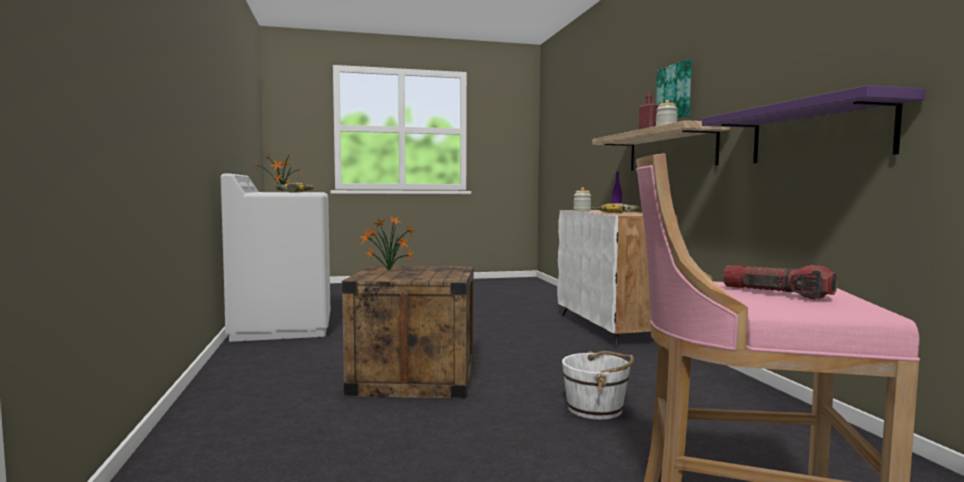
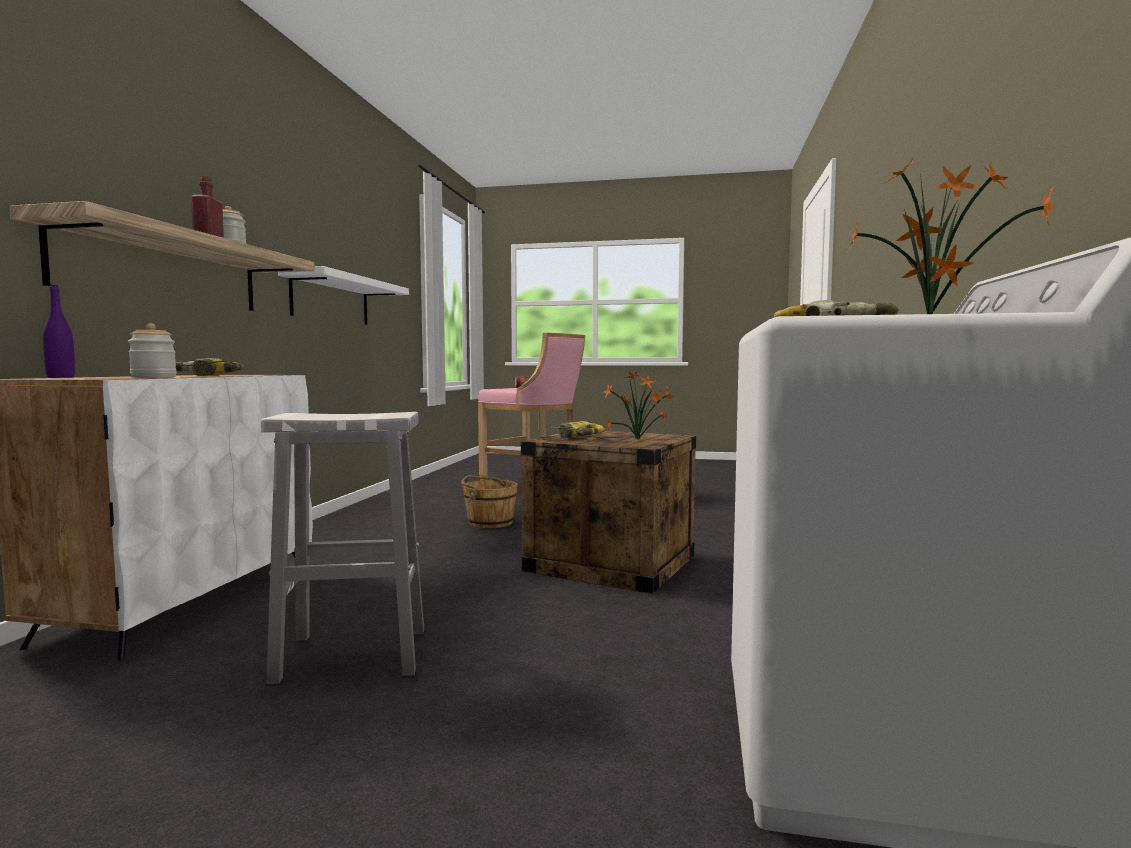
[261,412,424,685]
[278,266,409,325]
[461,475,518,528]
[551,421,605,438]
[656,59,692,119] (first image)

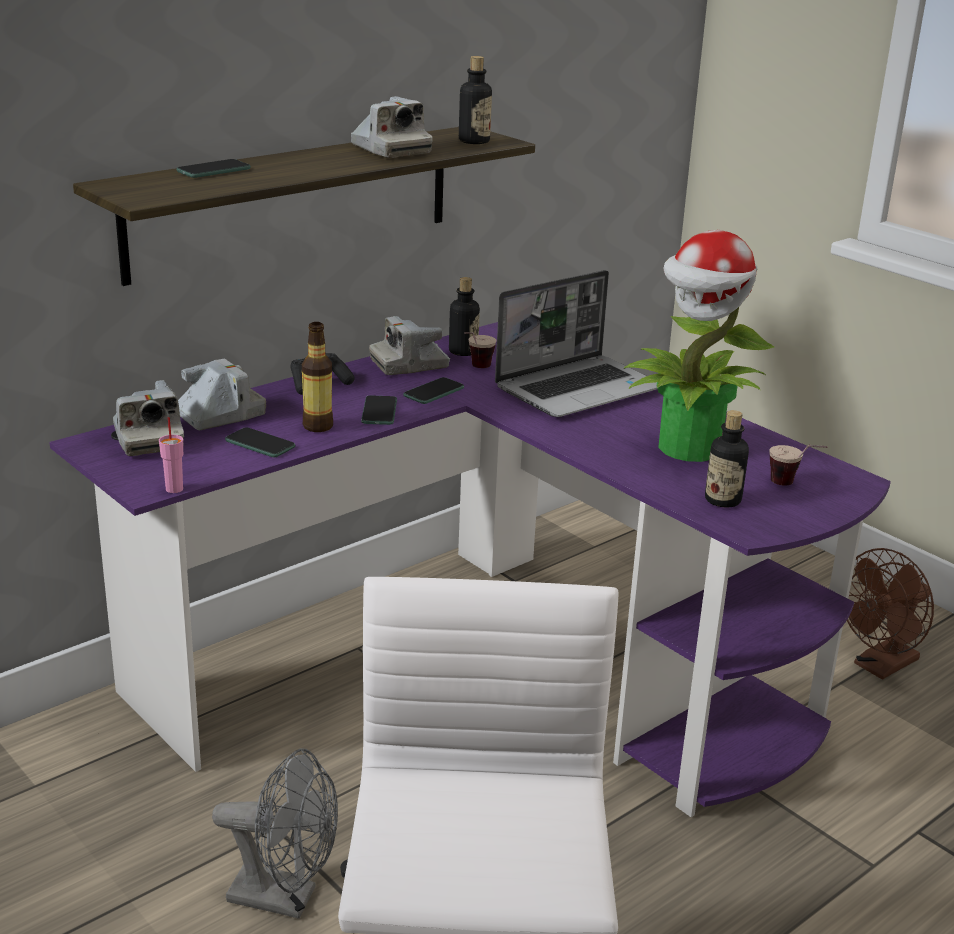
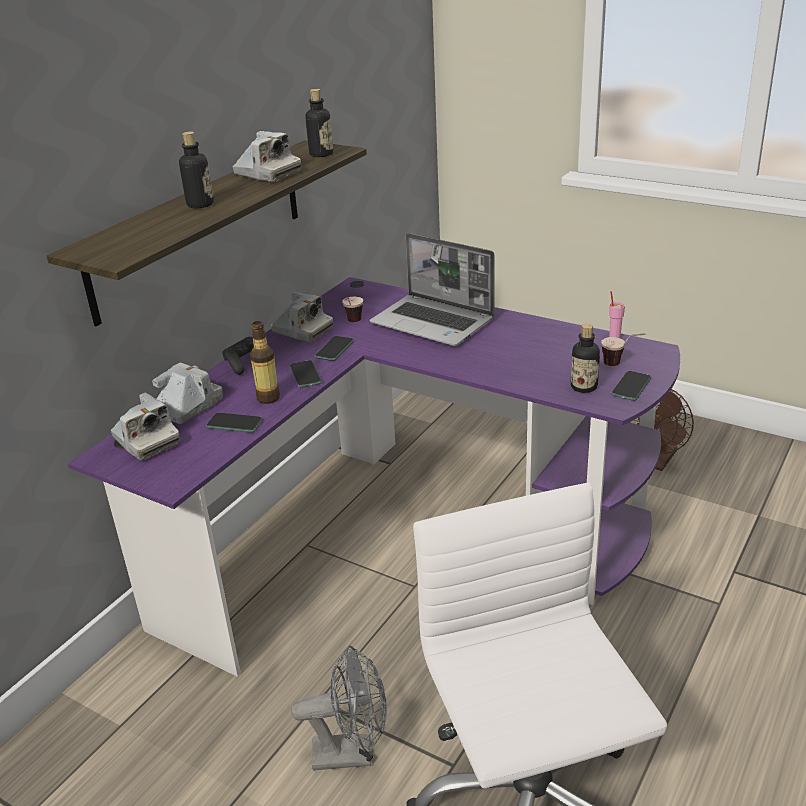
[179,131,214,208]
[271,292,333,342]
[369,233,494,346]
[609,291,625,338]
[611,371,651,401]
[624,230,774,462] (first image)

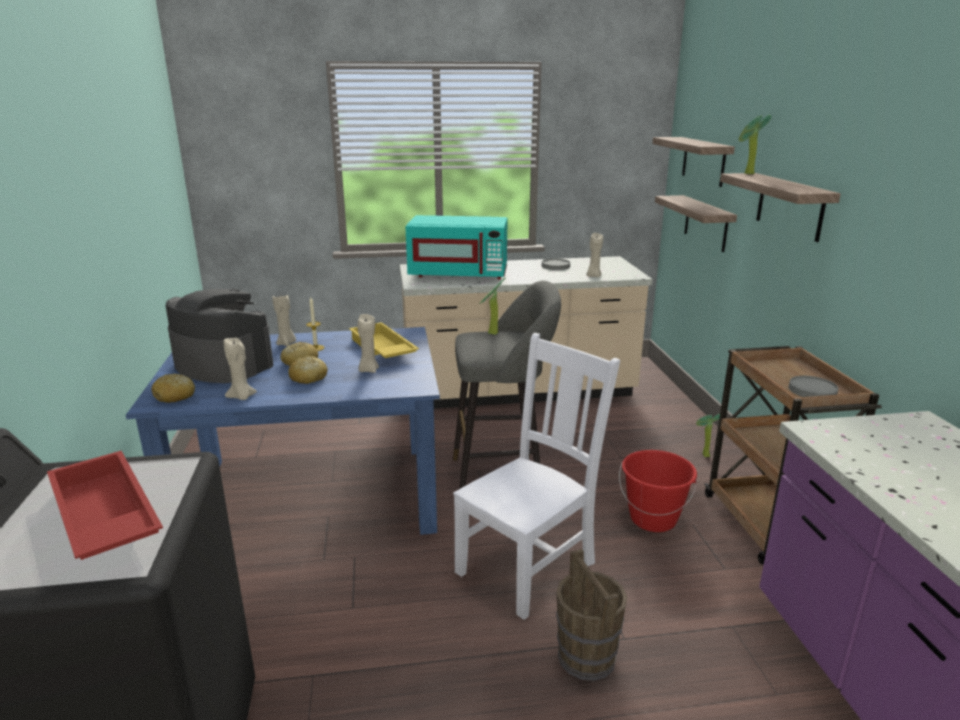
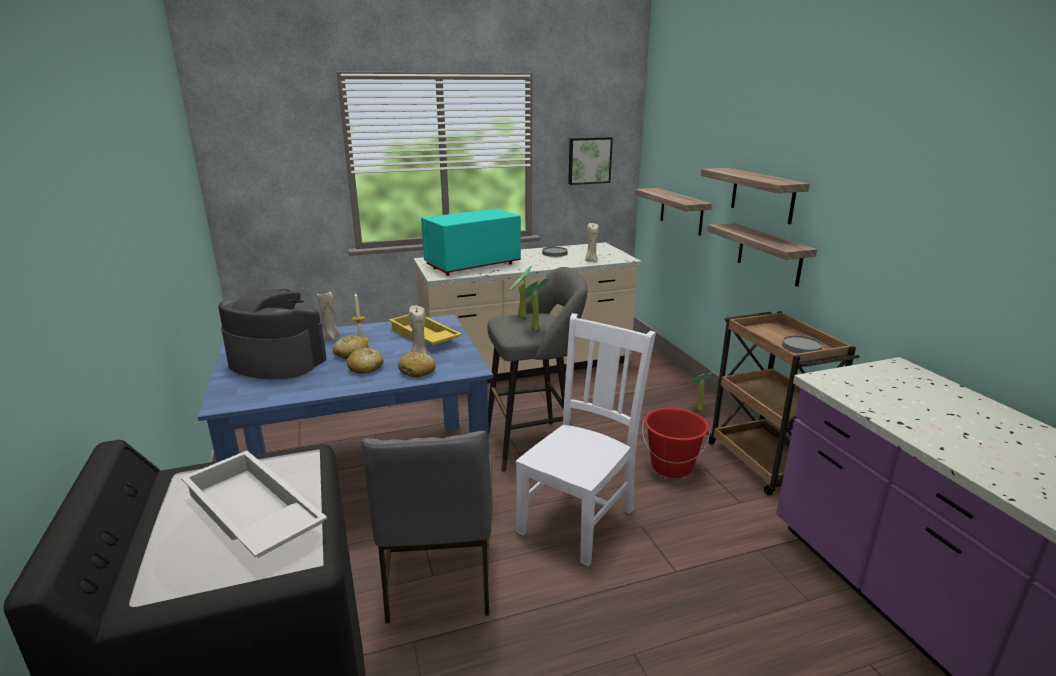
[181,451,327,558]
[361,431,493,623]
[398,352,435,377]
[421,209,521,276]
[521,278,549,330]
[568,137,613,185]
[707,223,817,287]
[223,338,257,400] (first image)
[556,549,627,681] (first image)

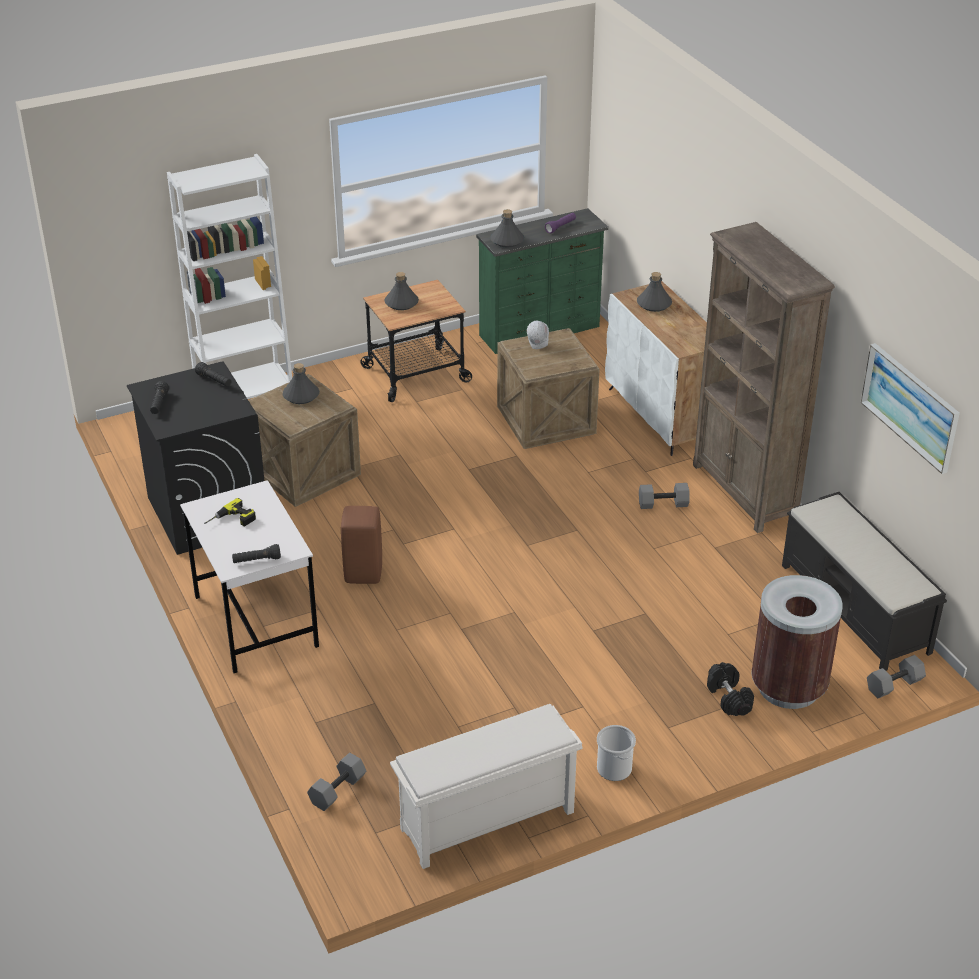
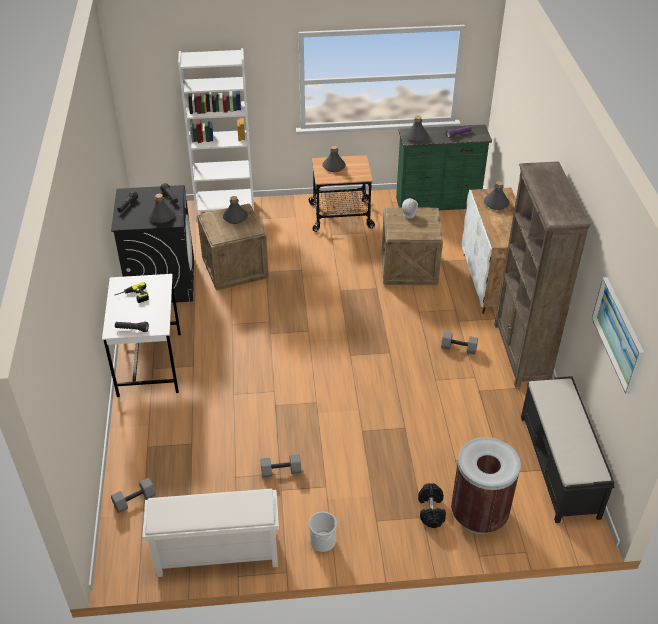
[148,194,175,223]
[260,454,301,478]
[341,506,382,584] (first image)

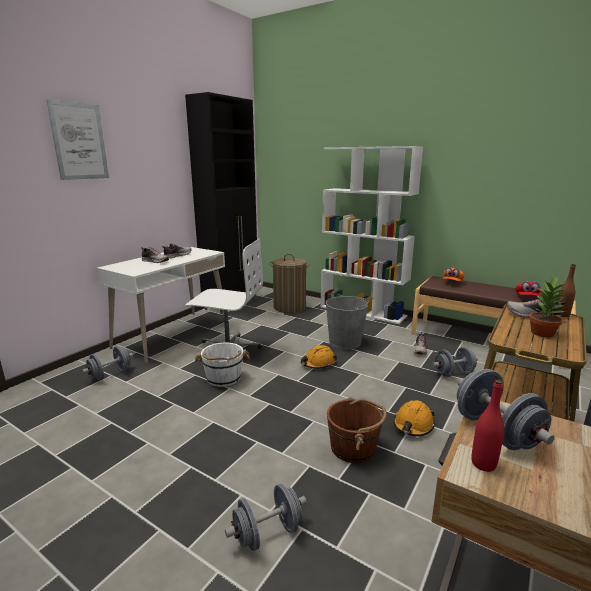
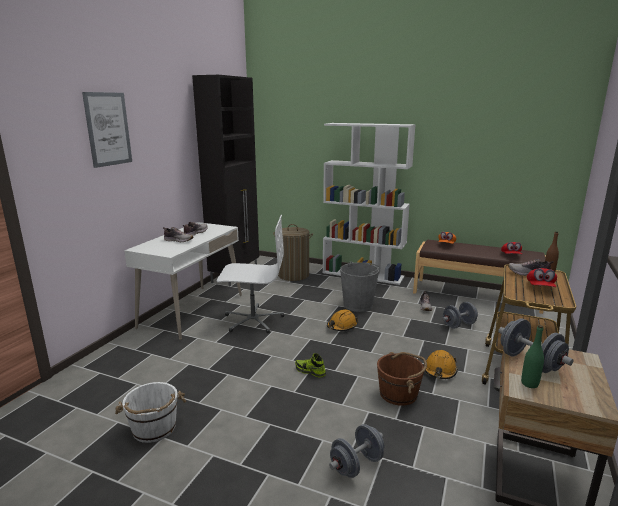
[115,382,186,443]
[295,353,326,378]
[521,325,544,388]
[527,268,557,287]
[82,346,133,381] (first image)

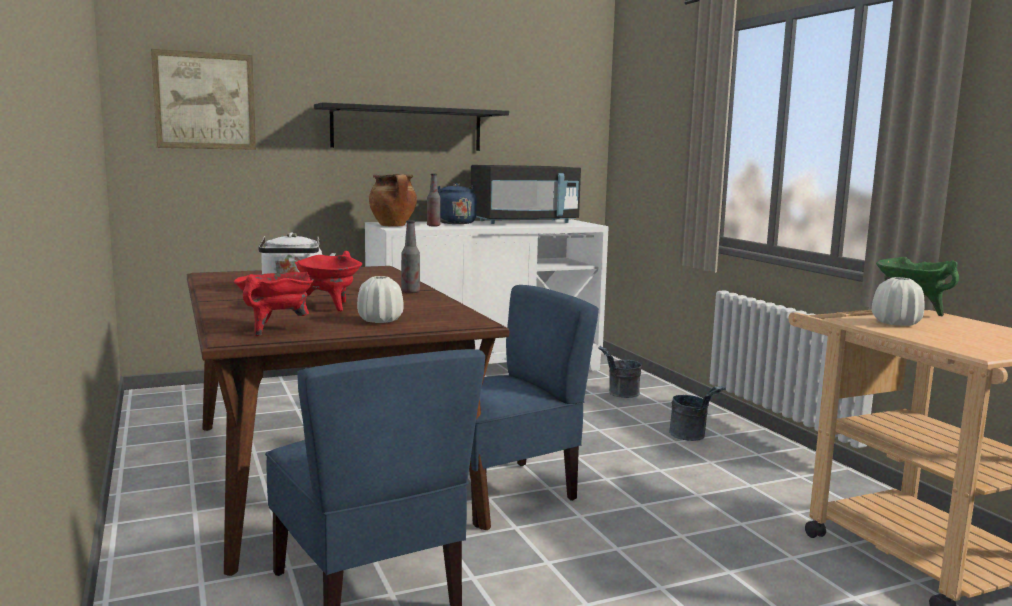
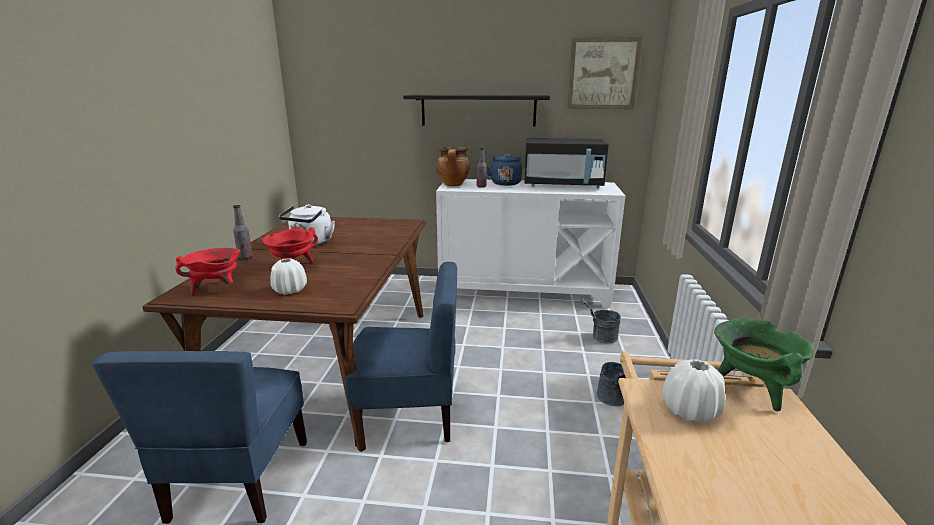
[233,205,253,259]
[567,37,642,109]

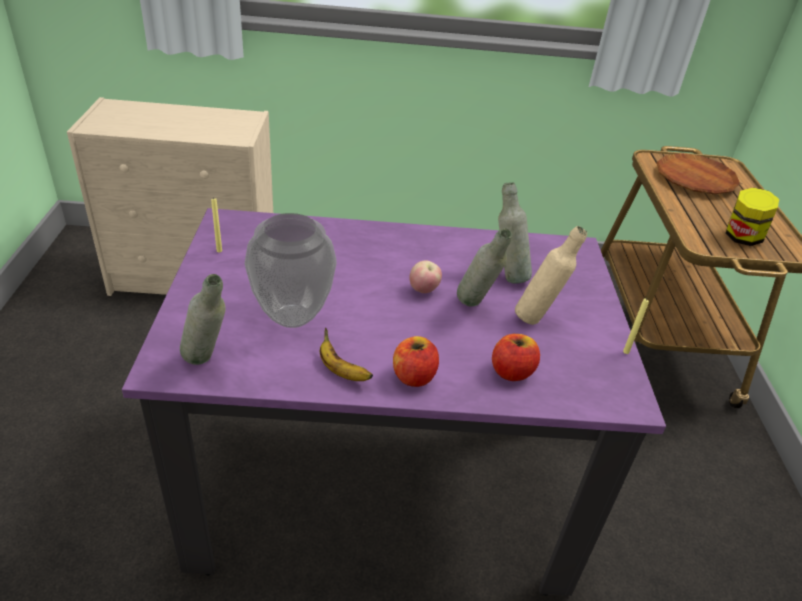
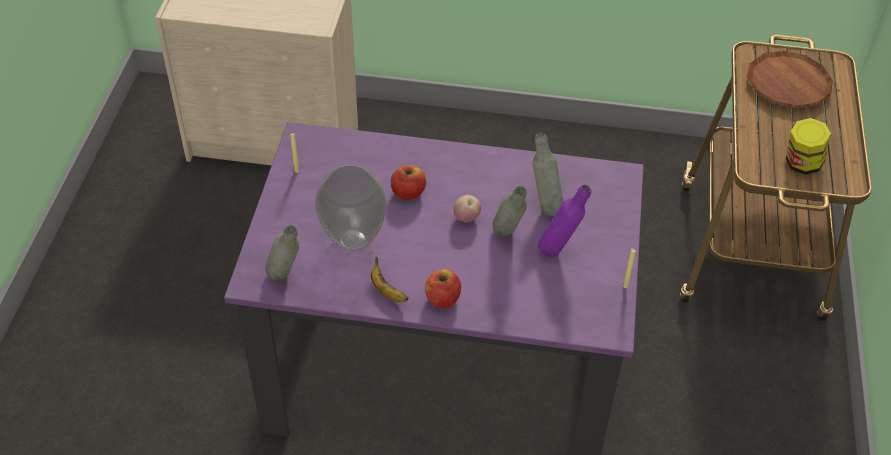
[391,165,426,200]
[538,185,591,257]

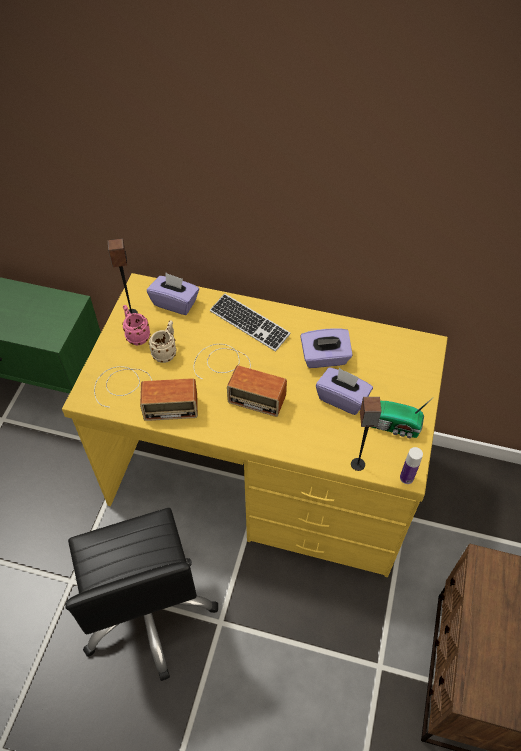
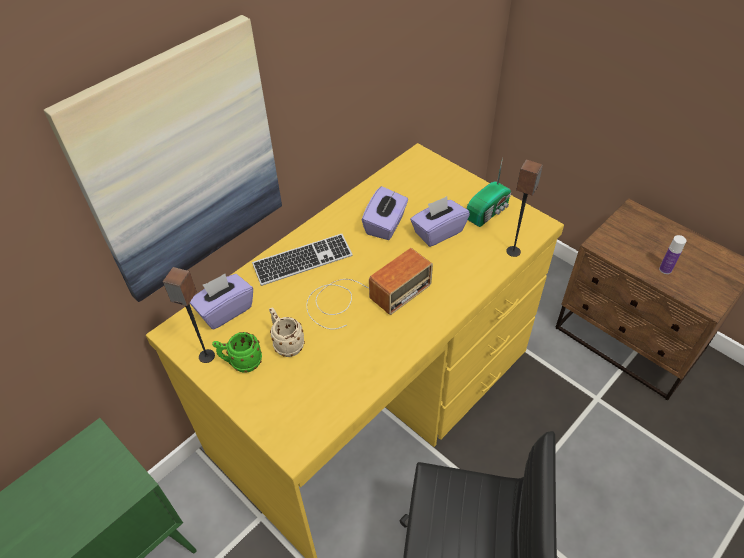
[44,15,282,302]
[212,332,262,373]
[659,235,686,274]
[94,366,198,421] (first image)

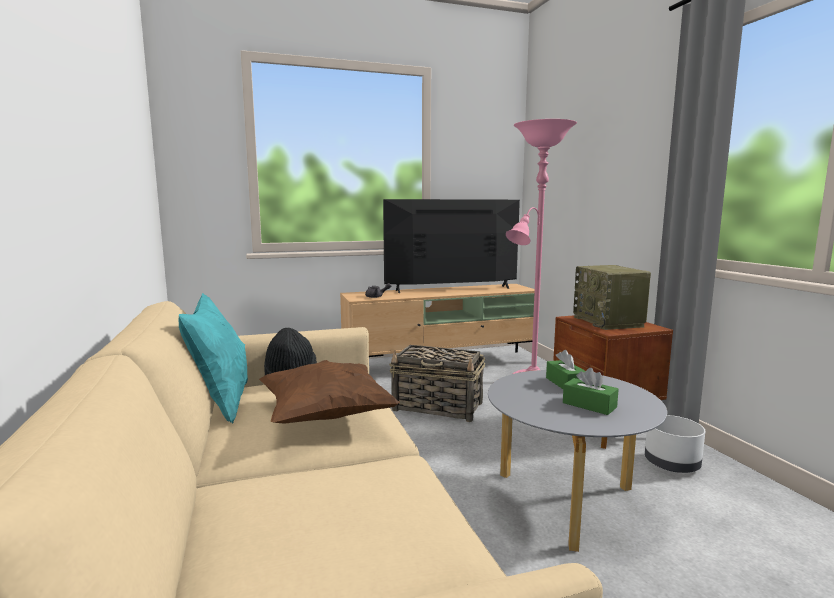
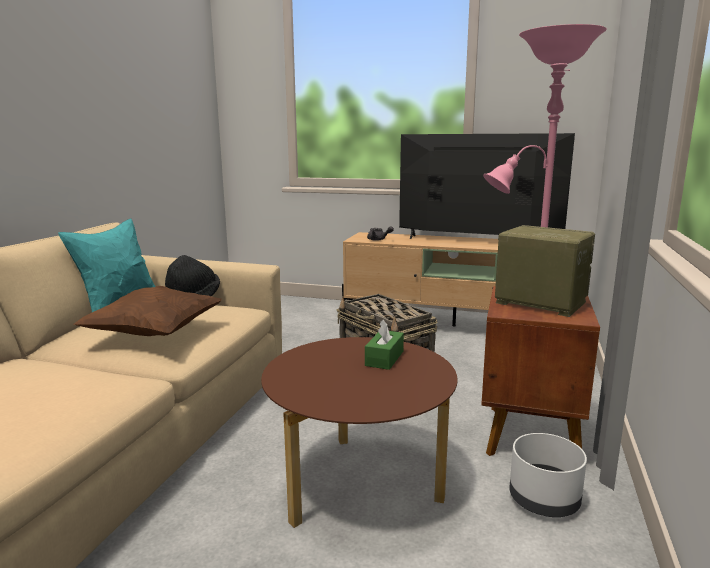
[261,337,457,528]
[495,225,595,317]
[563,368,619,415] (first image)

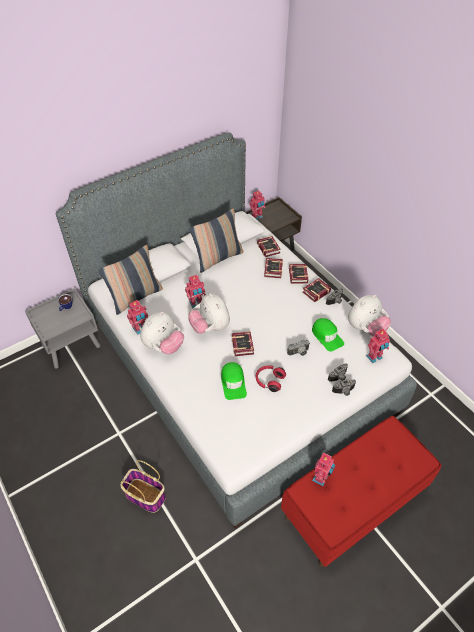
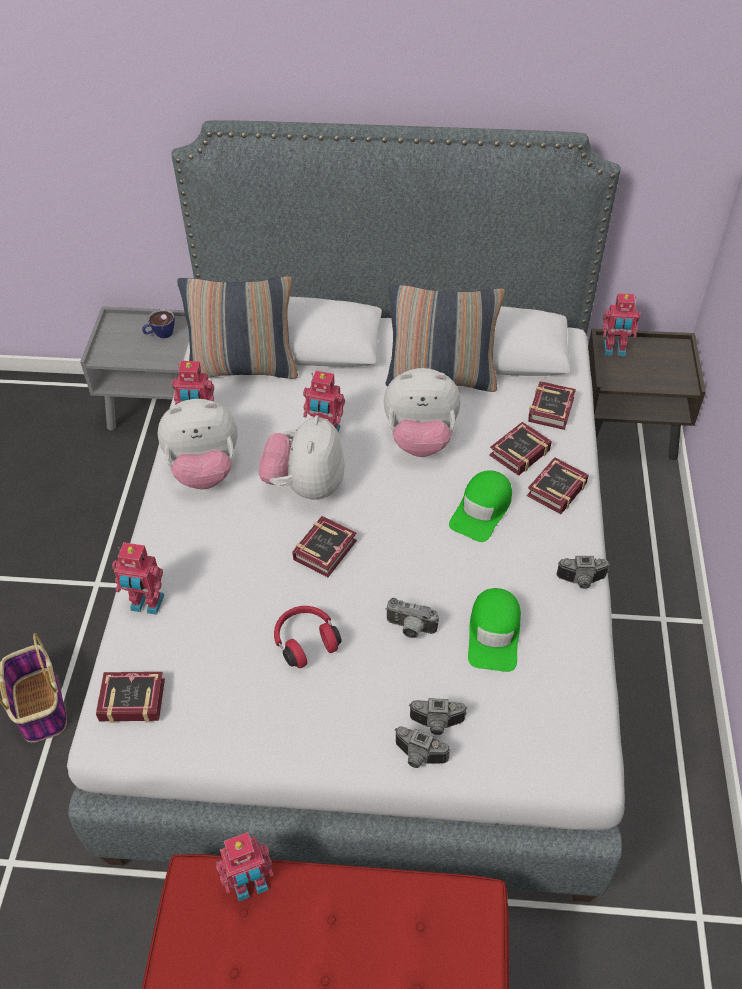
[96,672,165,723]
[112,542,165,615]
[383,368,461,457]
[449,471,512,542]

